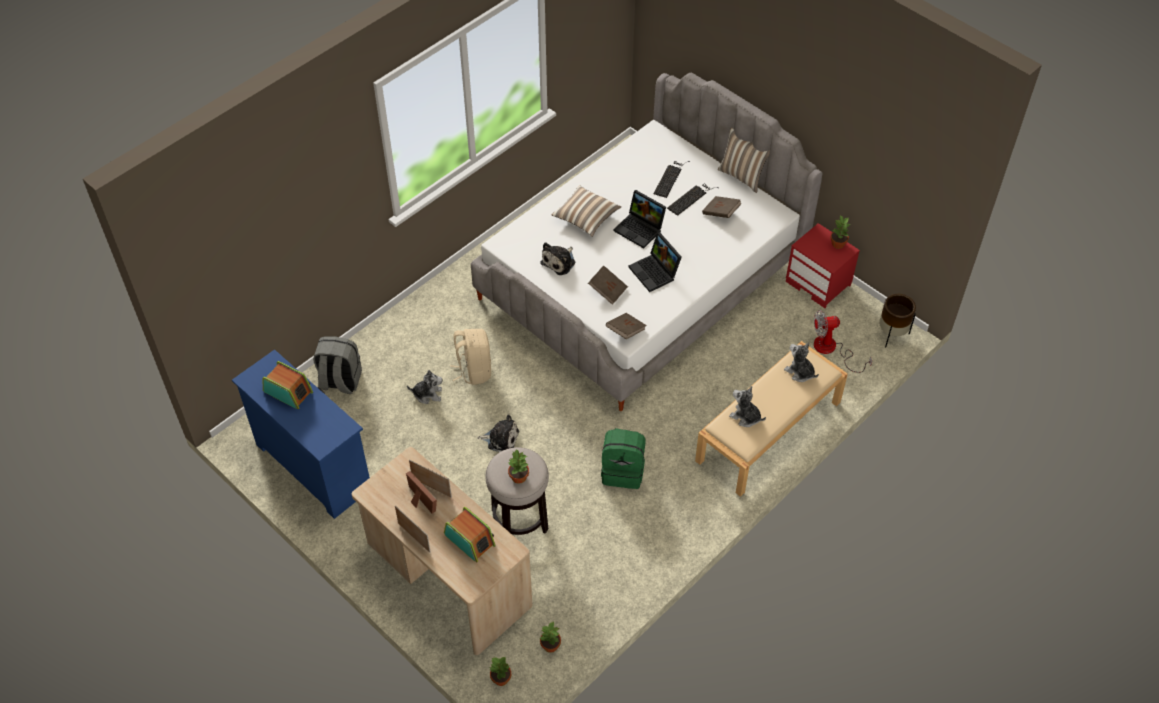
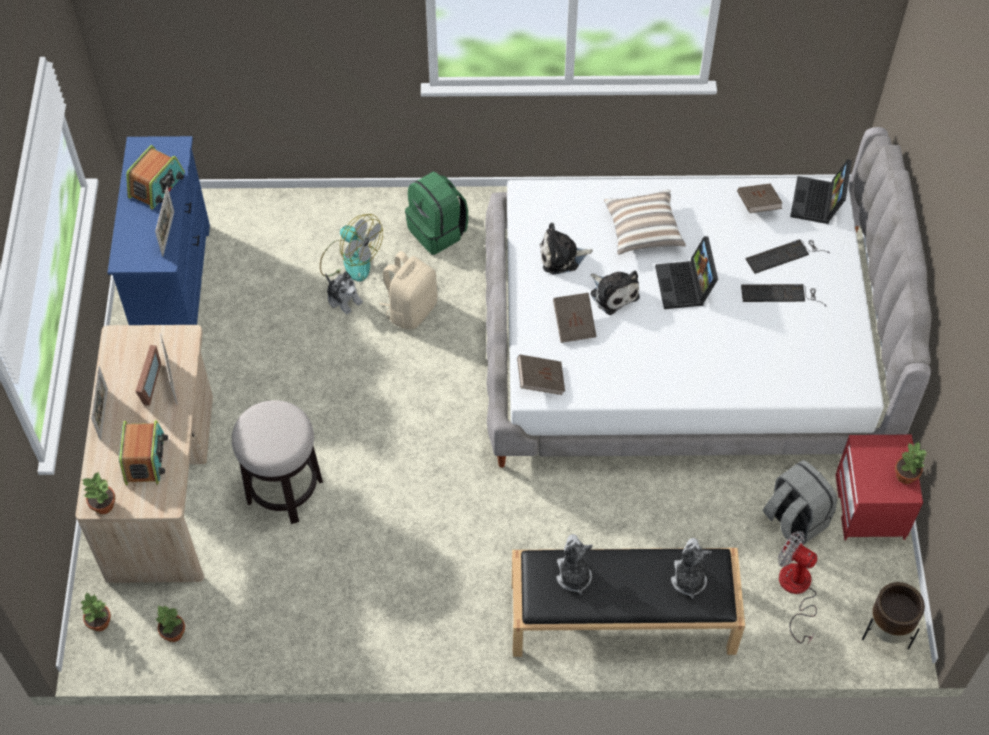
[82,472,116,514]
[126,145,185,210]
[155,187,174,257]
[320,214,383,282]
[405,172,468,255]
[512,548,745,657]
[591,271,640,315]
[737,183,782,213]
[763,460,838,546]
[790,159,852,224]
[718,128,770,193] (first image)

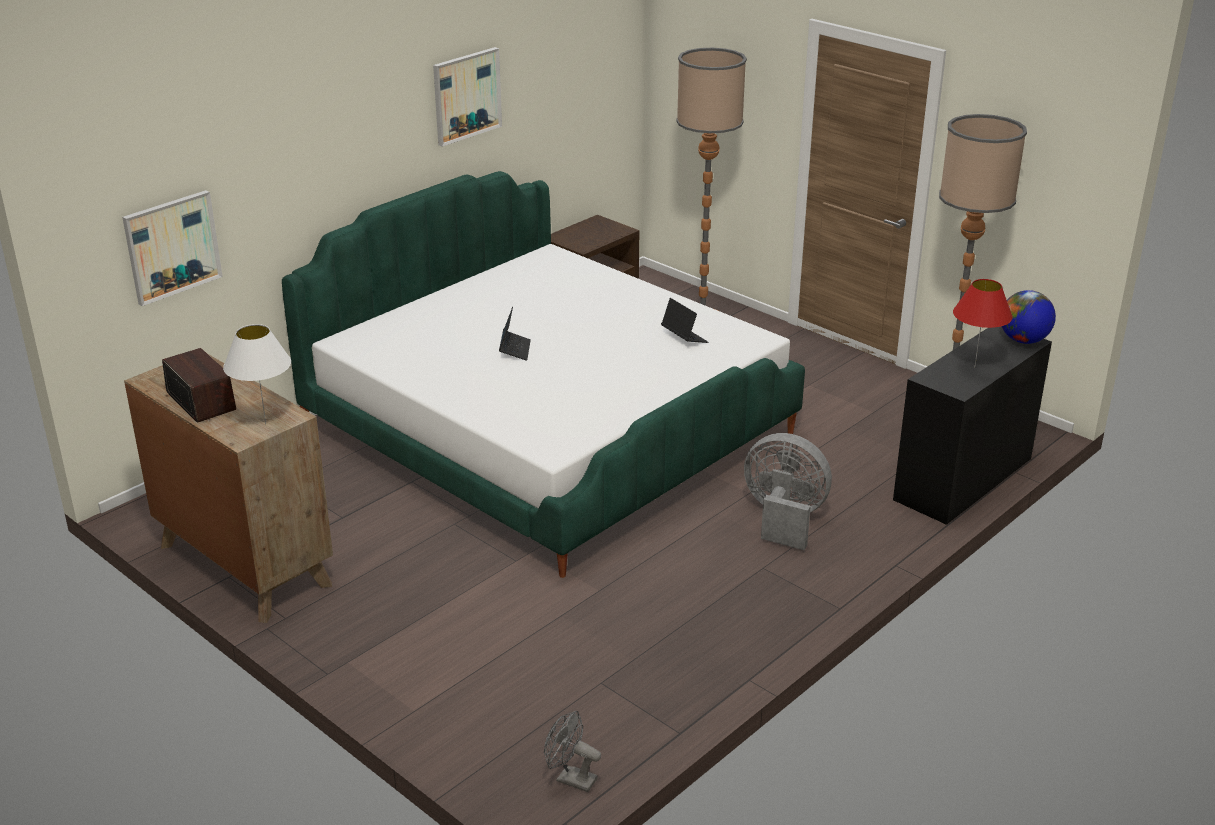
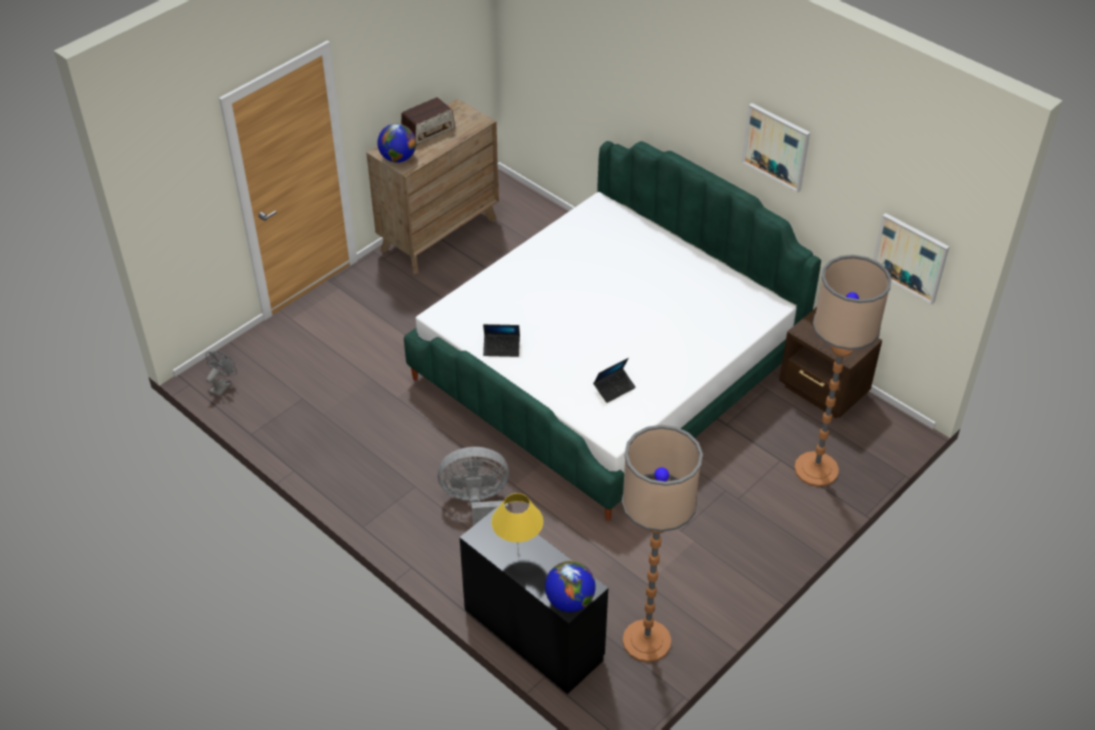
[377,124,416,163]
[438,447,509,526]
[483,324,520,357]
[491,493,543,554]
[873,213,950,304]

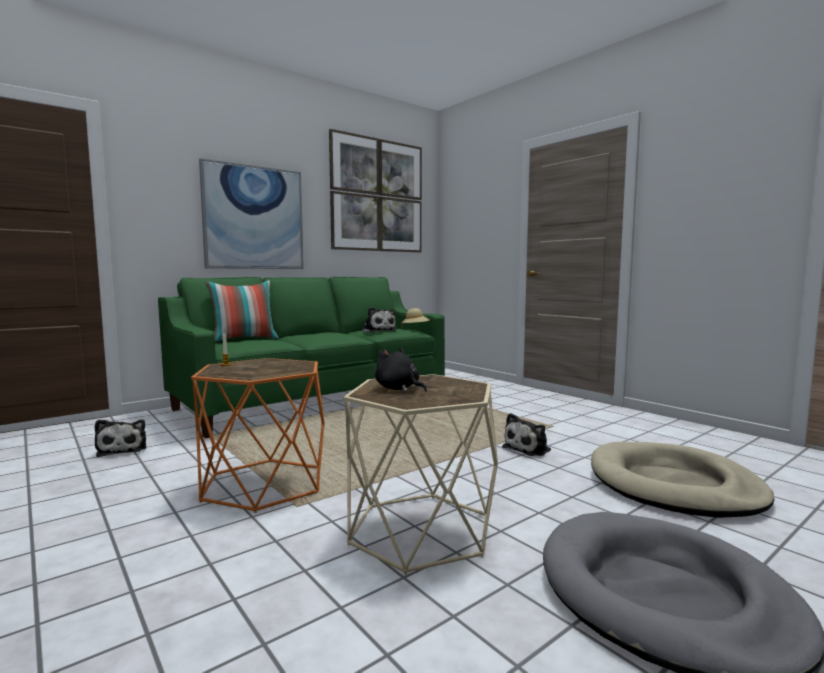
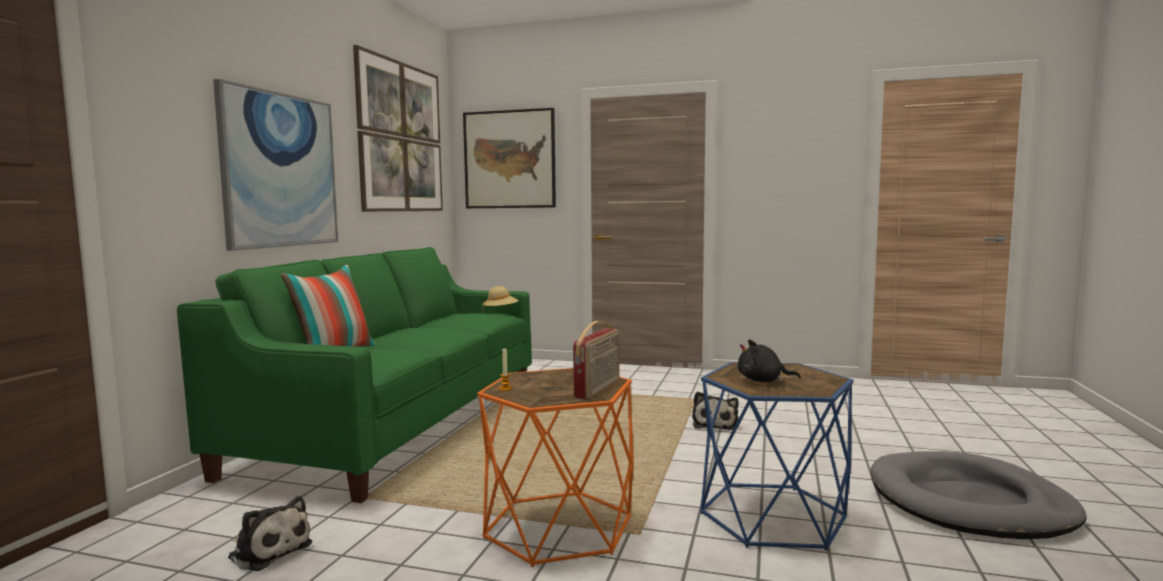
[463,108,556,208]
[573,321,619,399]
[700,362,854,551]
[362,307,396,333] (first image)
[591,442,774,518] (first image)

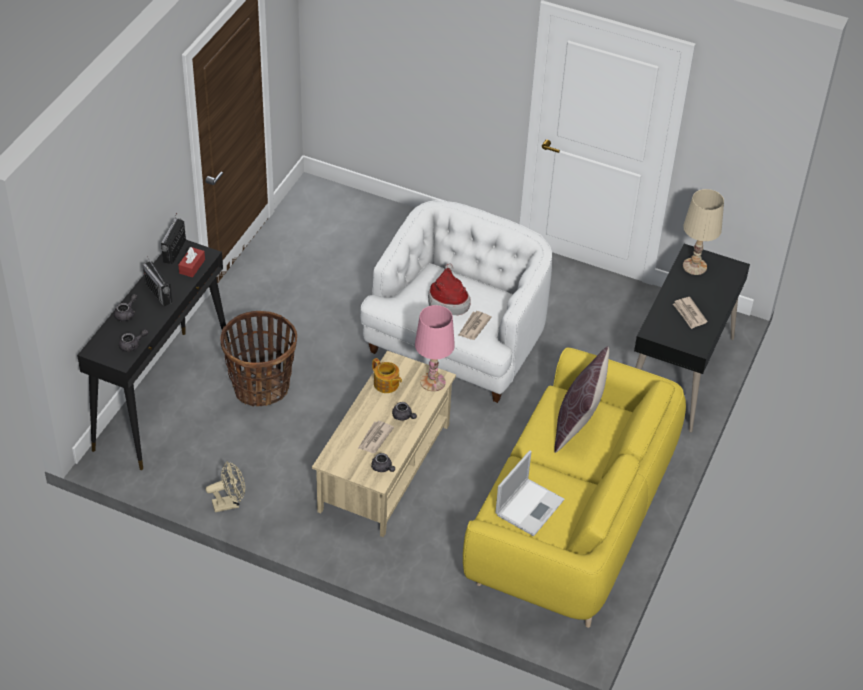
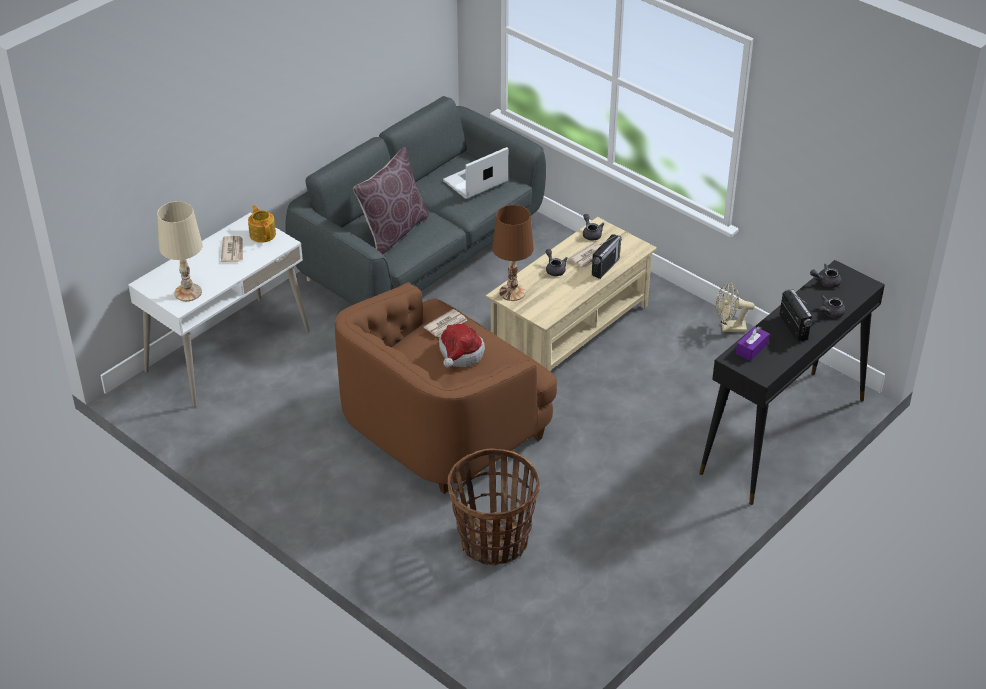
[128,212,310,407]
[248,205,276,243]
[285,96,546,305]
[335,282,557,494]
[447,448,539,565]
[492,205,534,301]
[592,234,622,279]
[736,326,769,361]

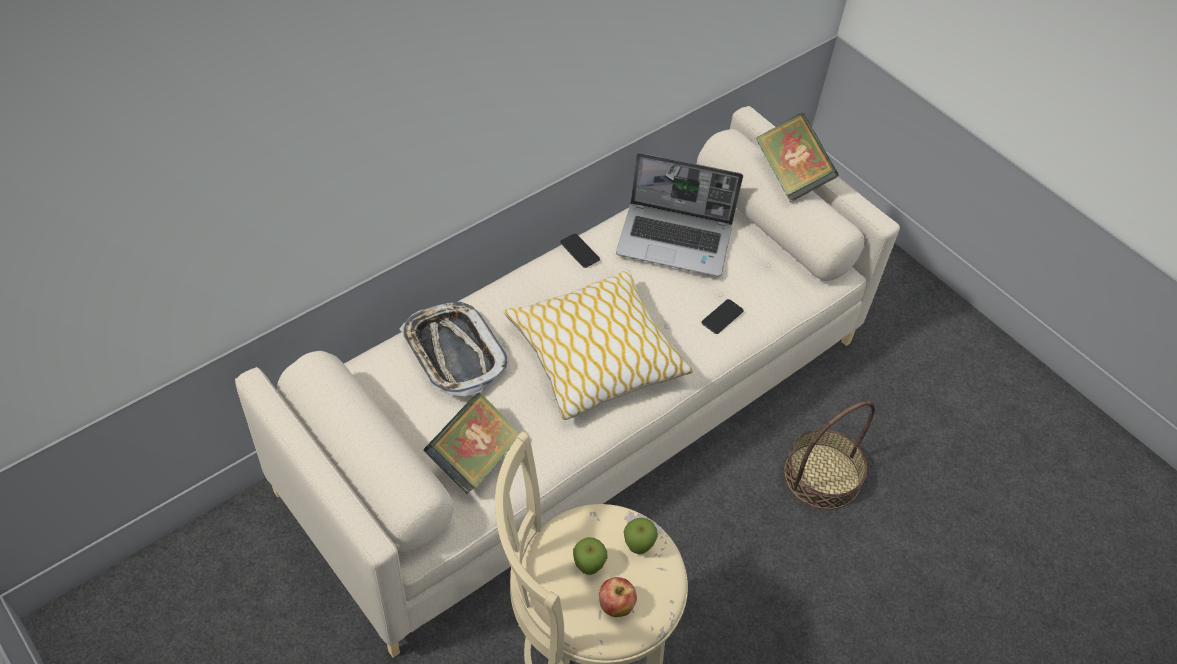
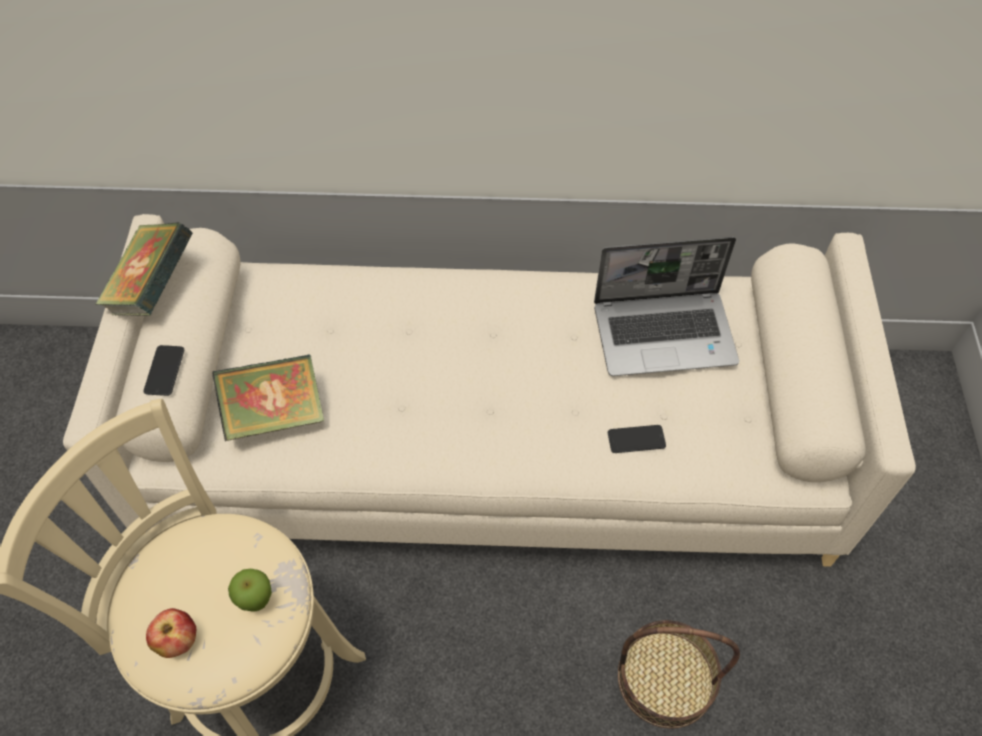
[96,222,193,316]
[144,345,184,396]
[594,237,739,376]
[399,301,510,396] (first image)
[504,269,693,420] (first image)
[573,537,608,575] (first image)

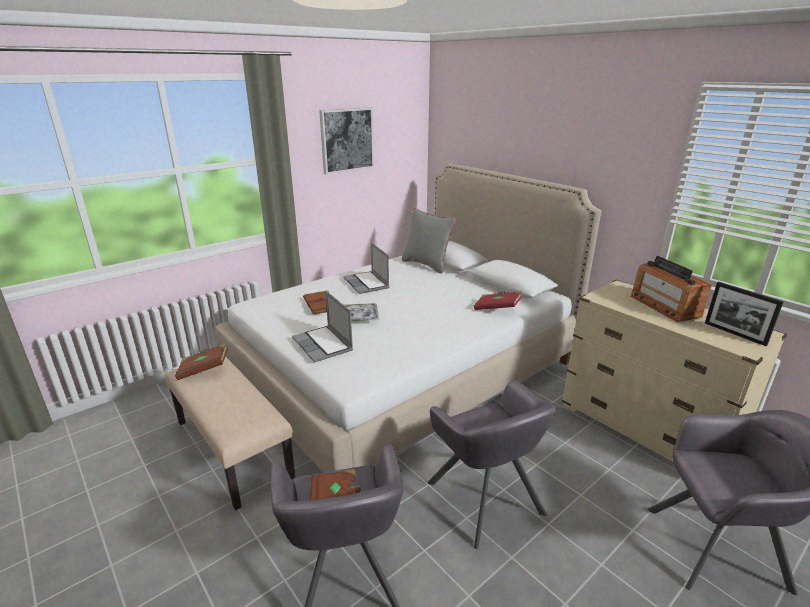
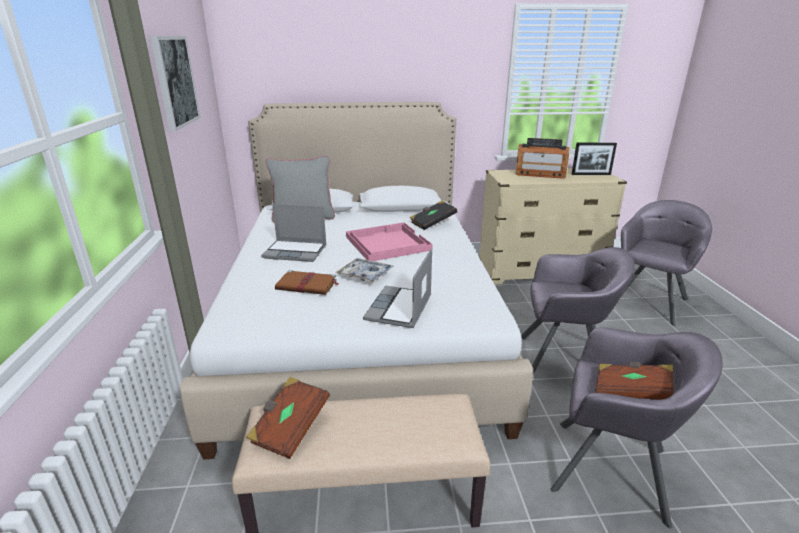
[346,222,433,261]
[363,249,432,328]
[410,200,457,230]

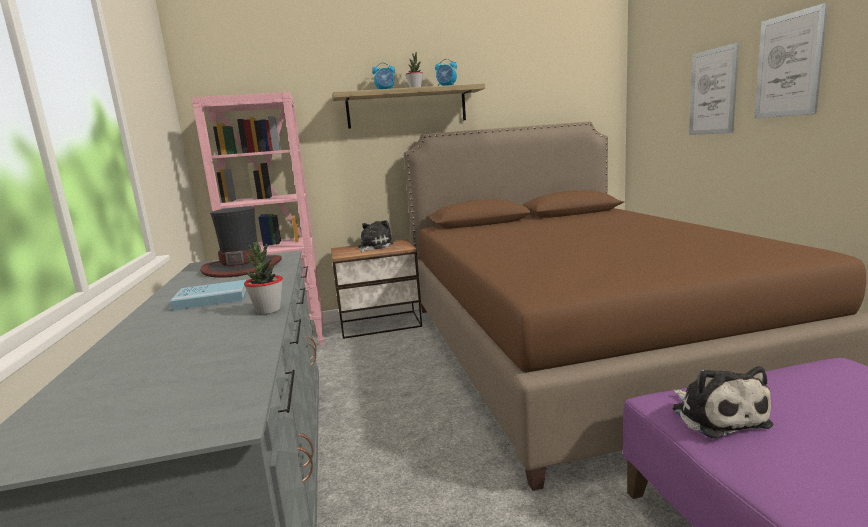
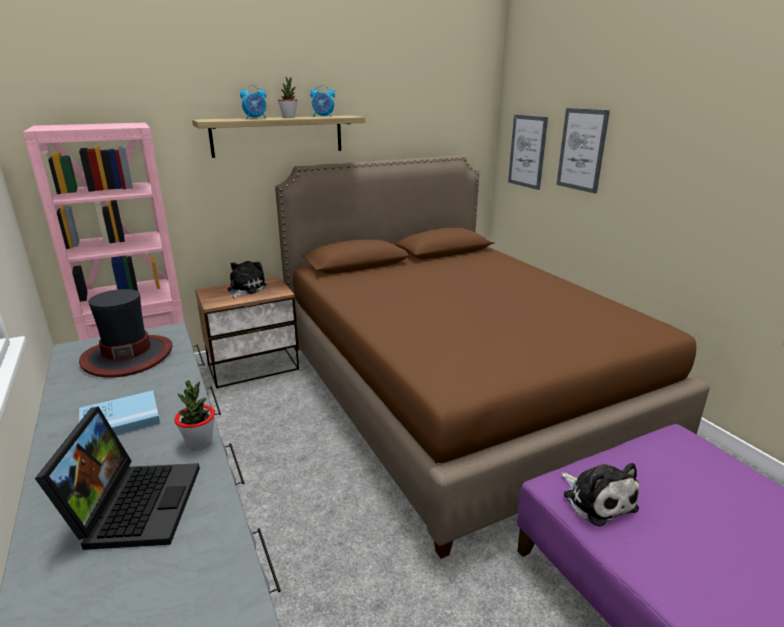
[35,406,200,550]
[508,114,548,190]

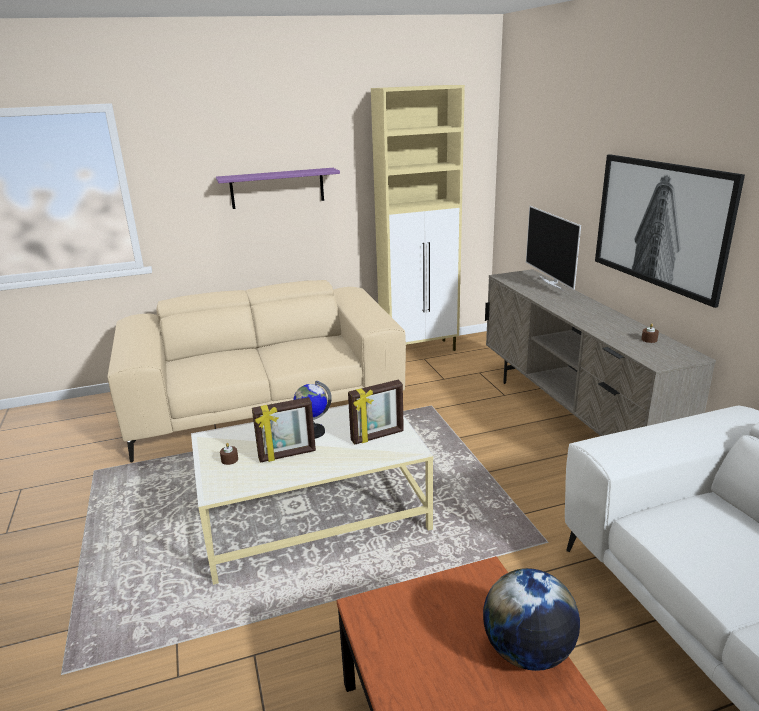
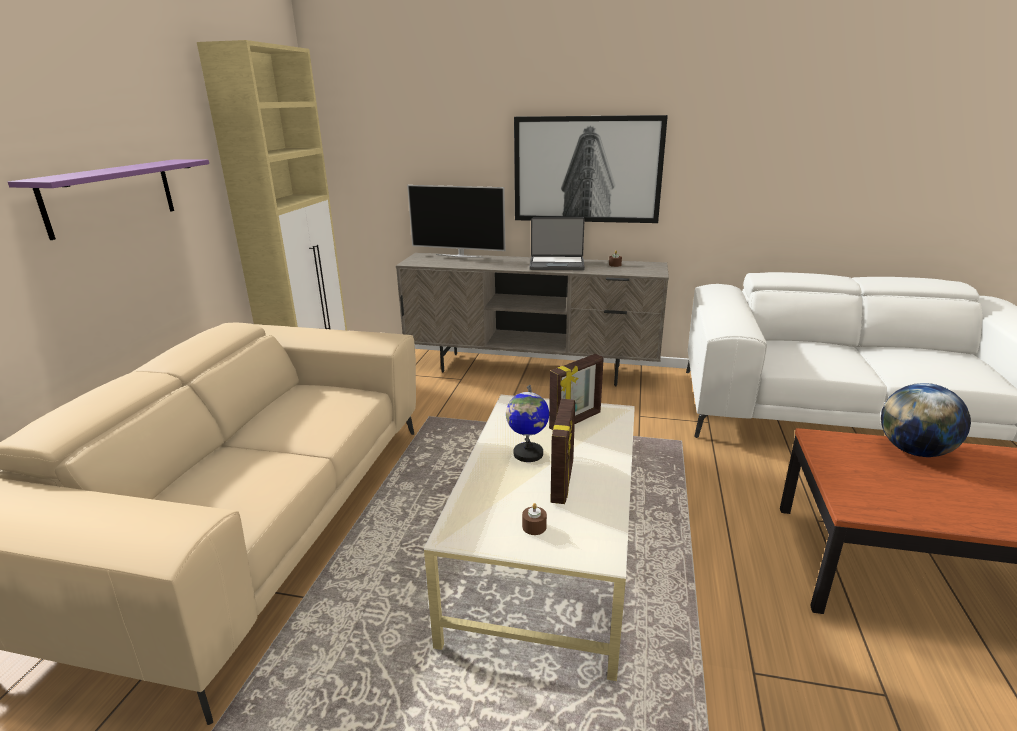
[529,218,585,270]
[549,354,604,430]

